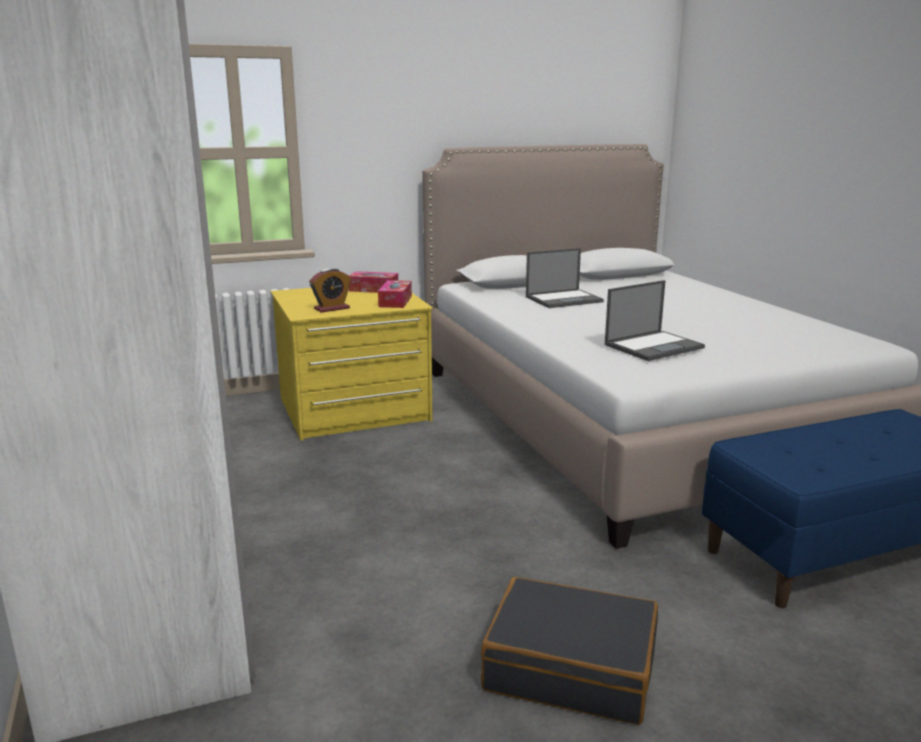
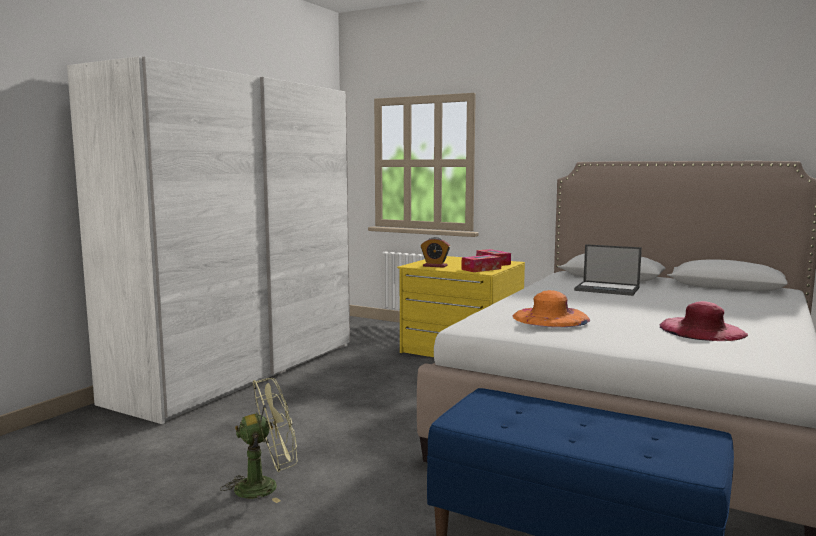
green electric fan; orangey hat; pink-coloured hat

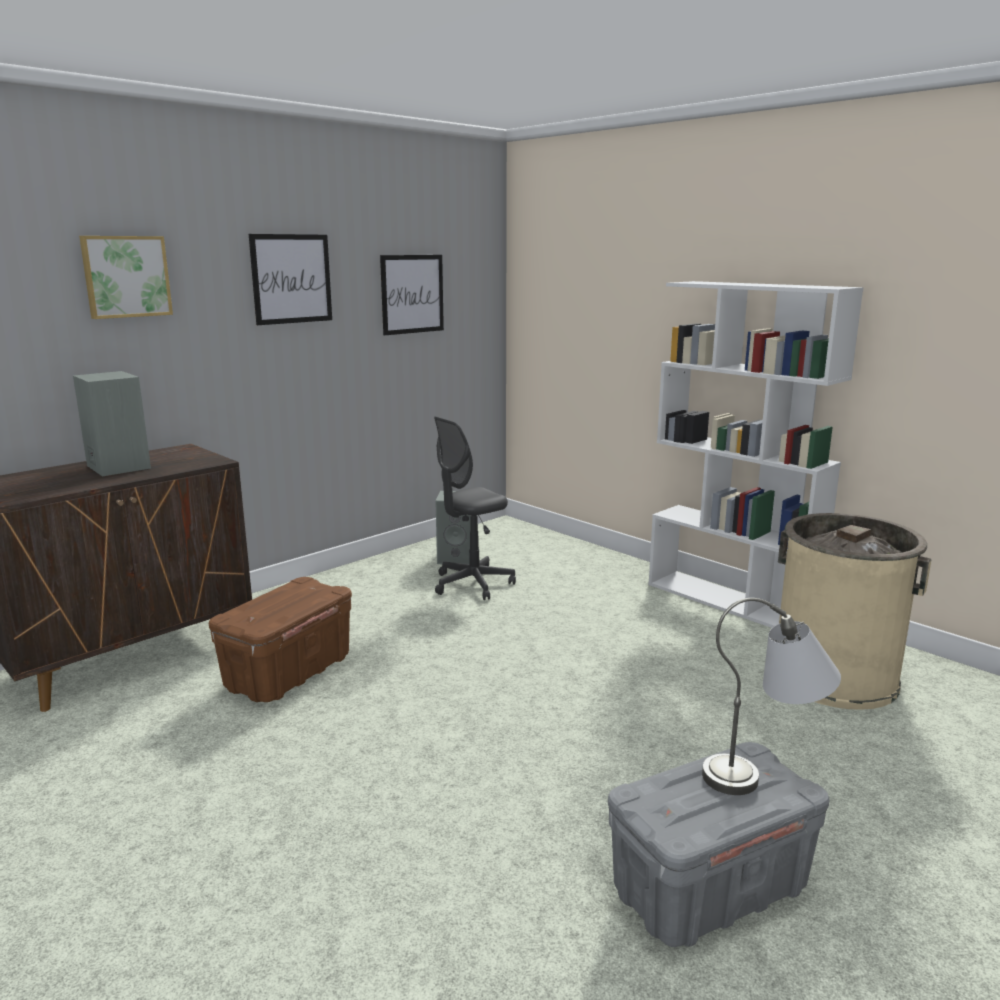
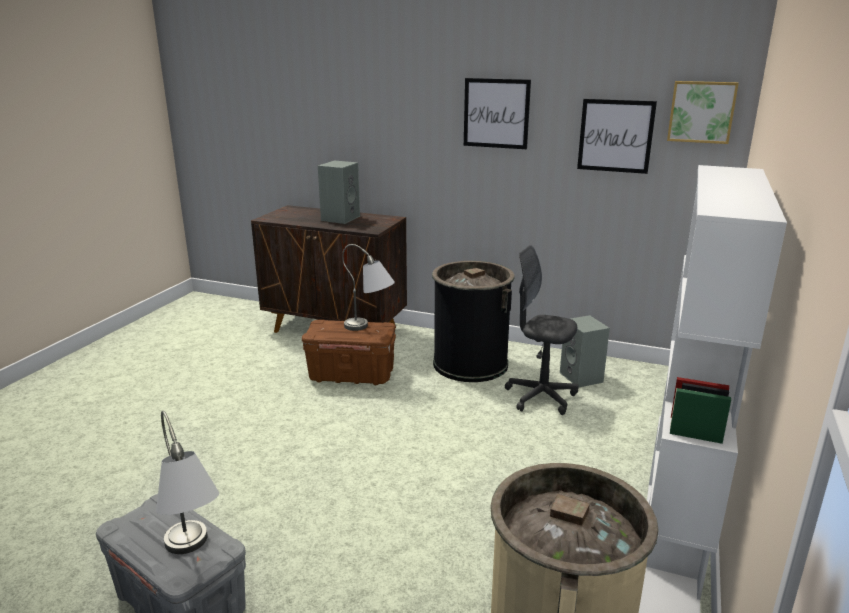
wall picture (no. 3 from left); grey table lamp (no. 2 from left); black-coloured waste bin

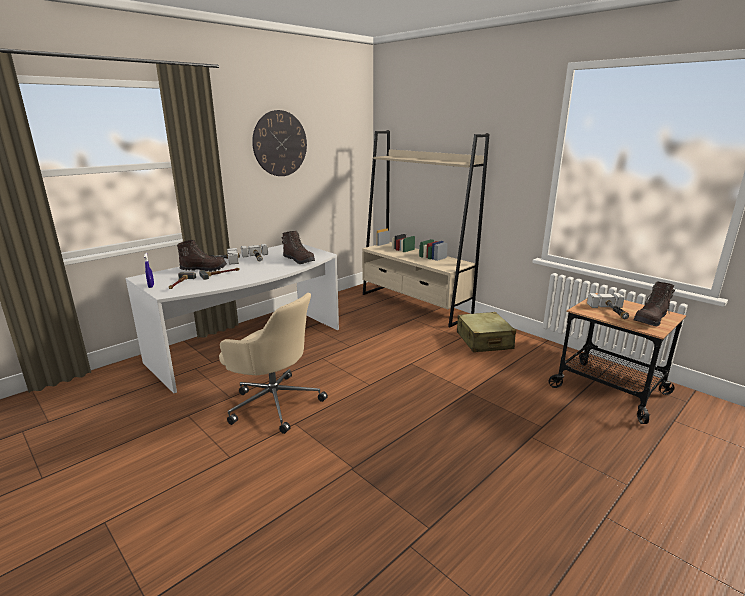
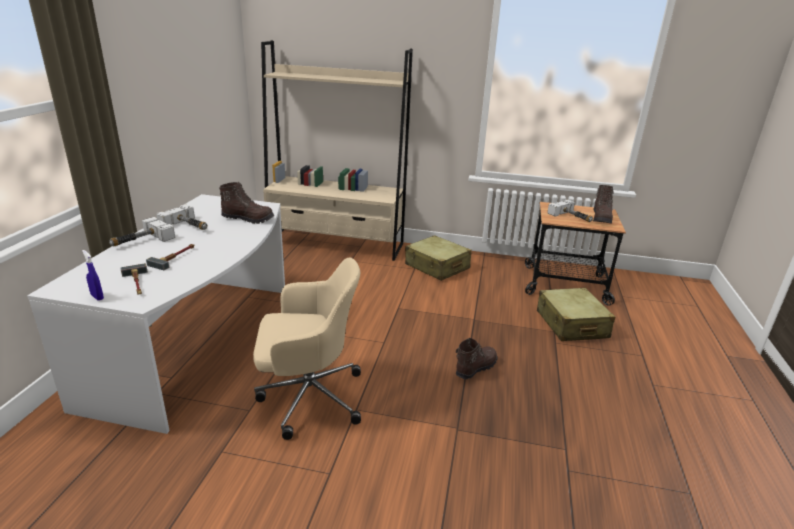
brownish high-top boot (no. 2 from left); hanging clock; beige-coloured piece of luggage (no. 2 from left)

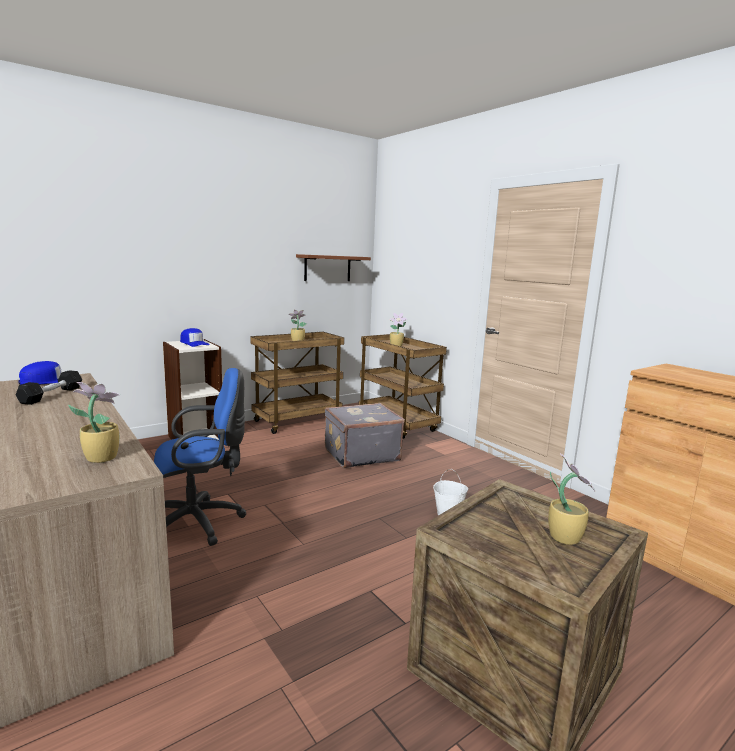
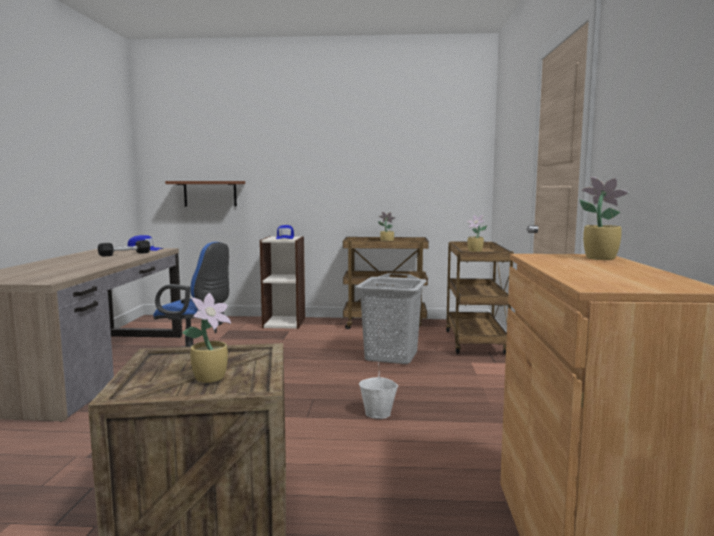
potted plant (no. 4 from left); brownish bracket shelf; grey laundry basket

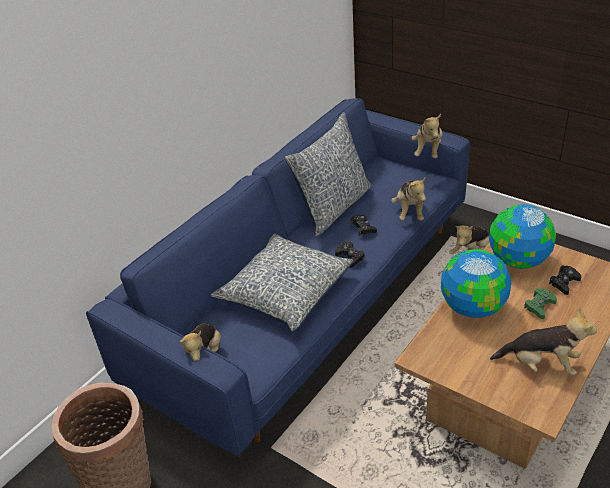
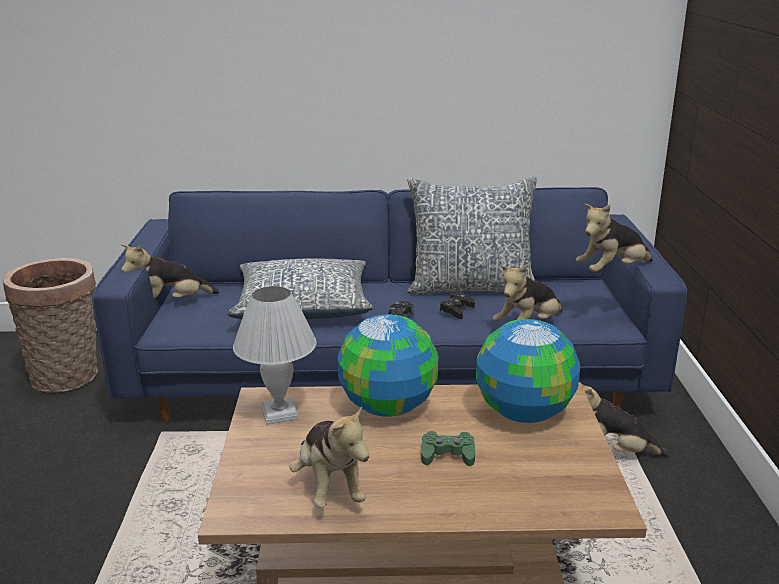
black-coloured gamepad (no. 3 from left in the first image); white-coloured table lamp

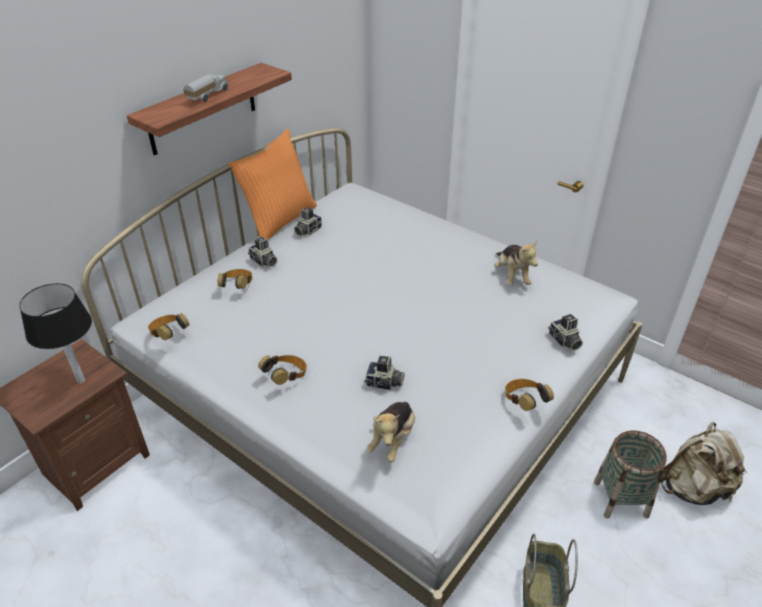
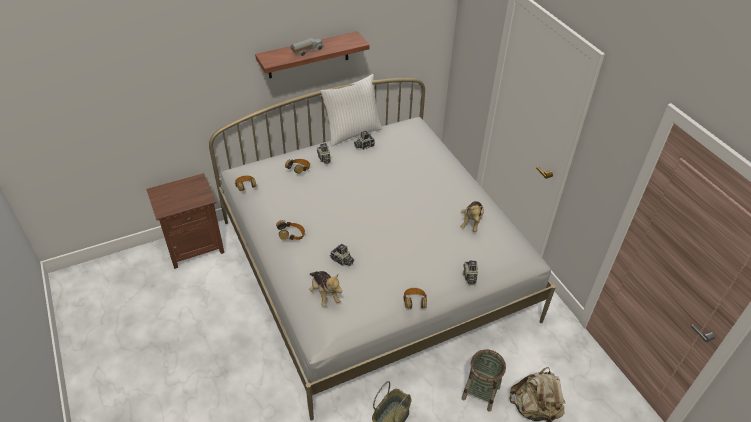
black-coloured table lamp; white-coloured throw pillow; plush toy (no. 1 from left)

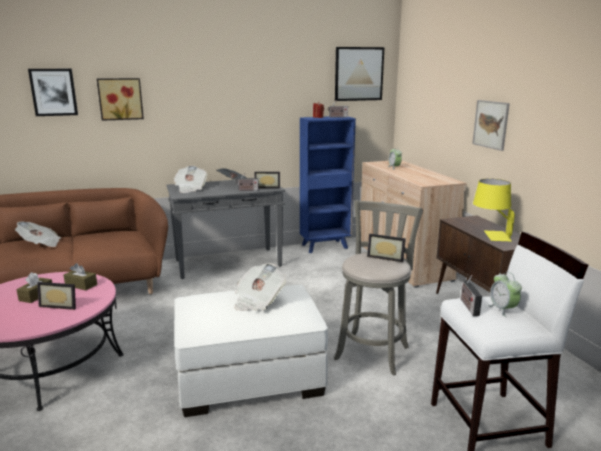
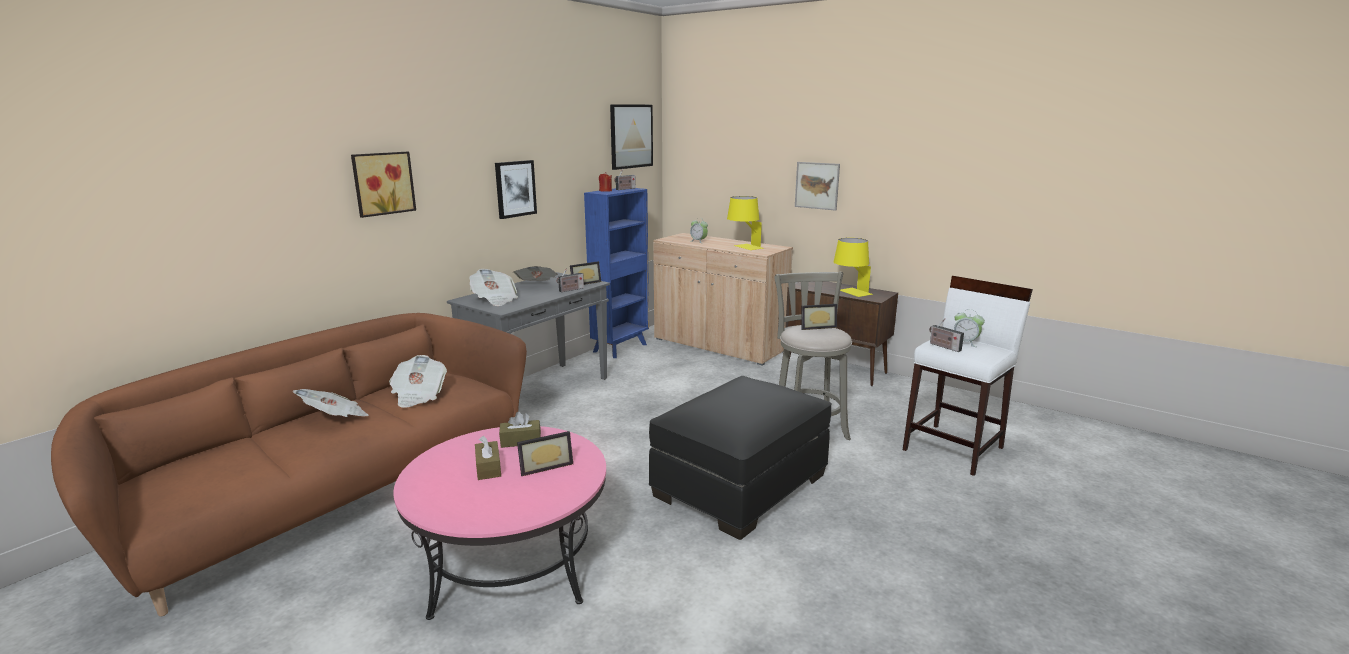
wall picture (no. 2 from left); black-coloured ottoman; newspaper (no. 2 from left); yellow-coloured table lamp (no. 1 from left)

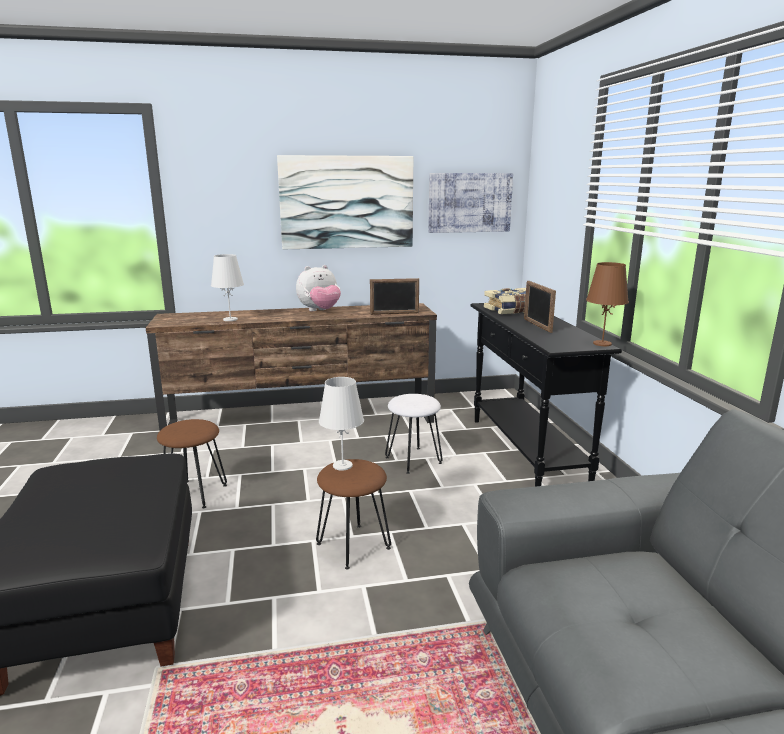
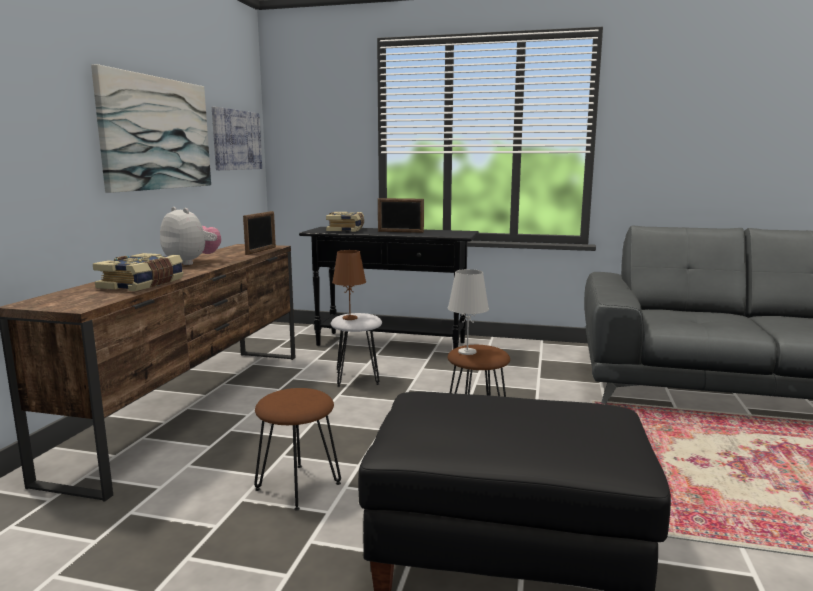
bound book (no. 1 from left); plush toy; brownish table lamp

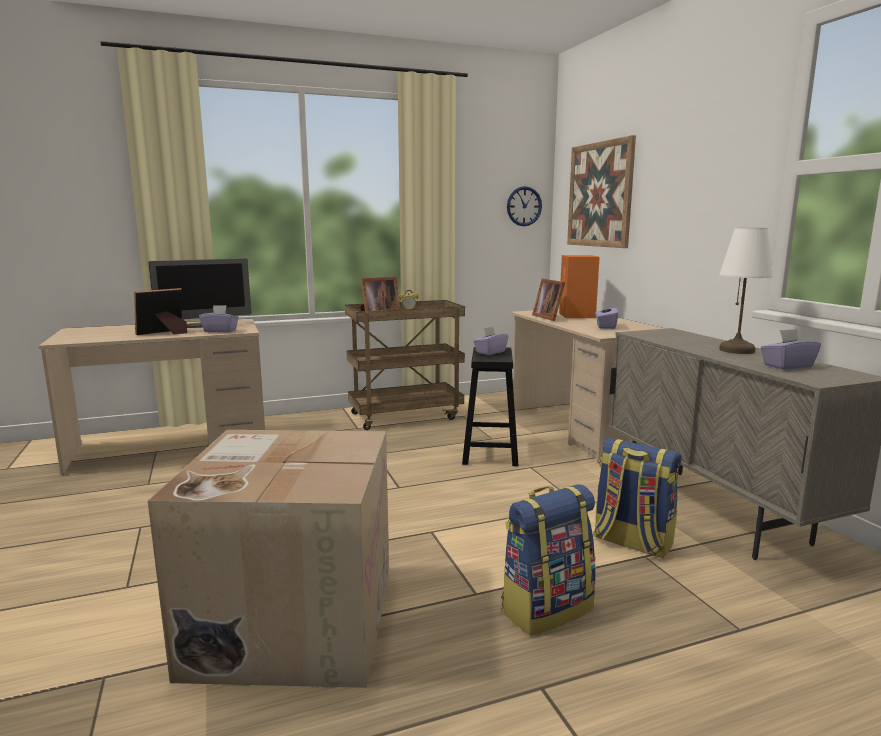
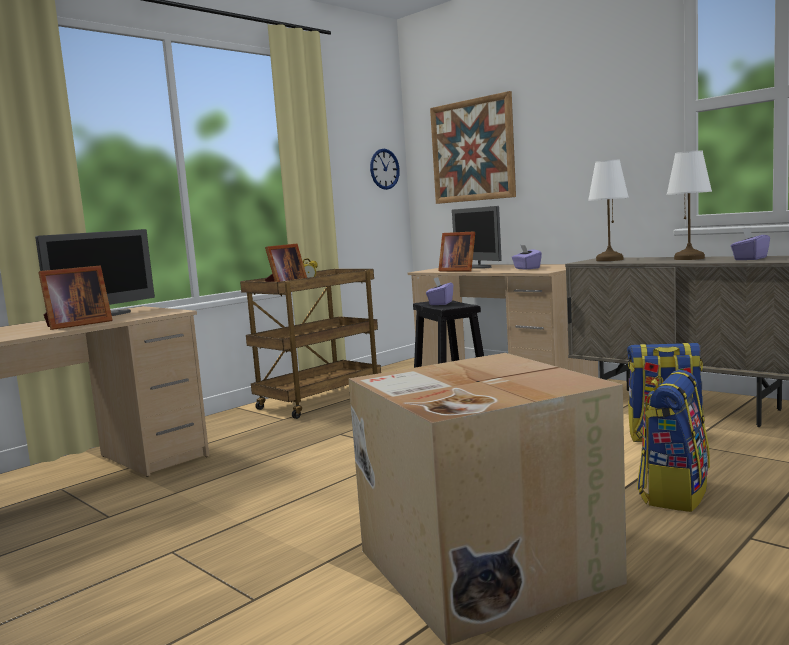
standing frame (no. 1 from left); purplish tissue holder (no. 1 from left in the first image); computer display (no. 2 from left); white-coloured table lamp (no. 1 from left)

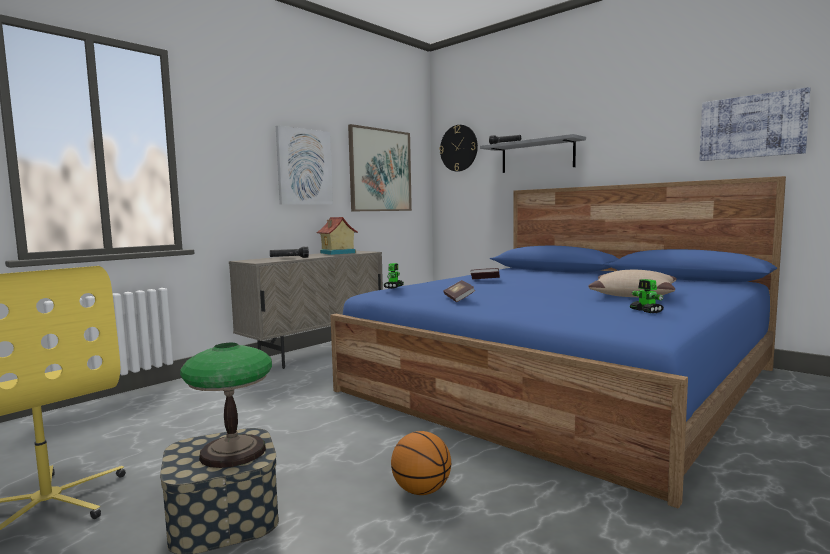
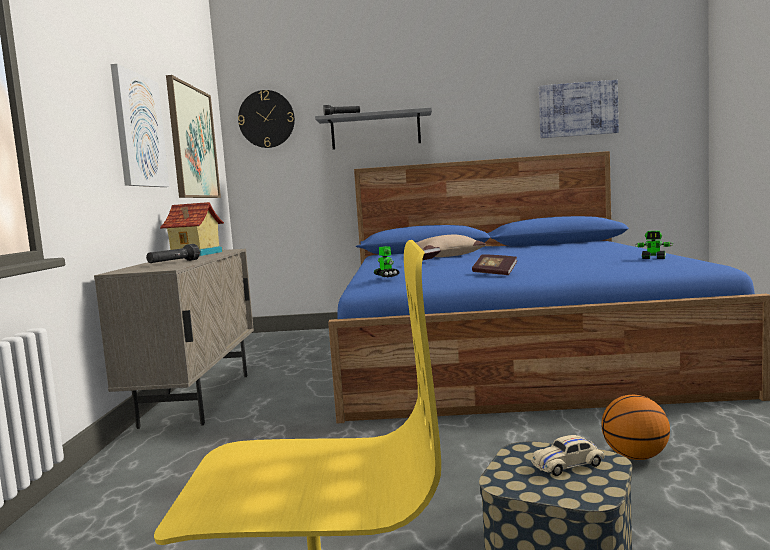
beige-coloured miniature car; beige-coloured throw pillow

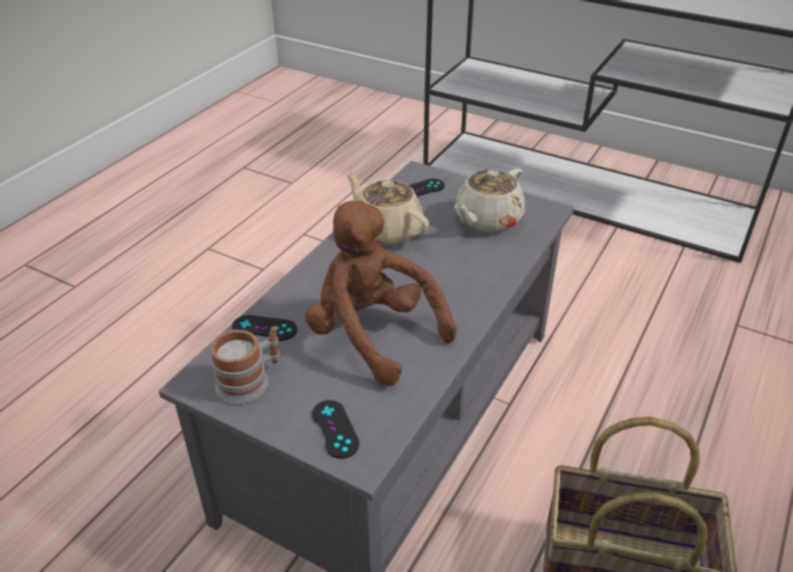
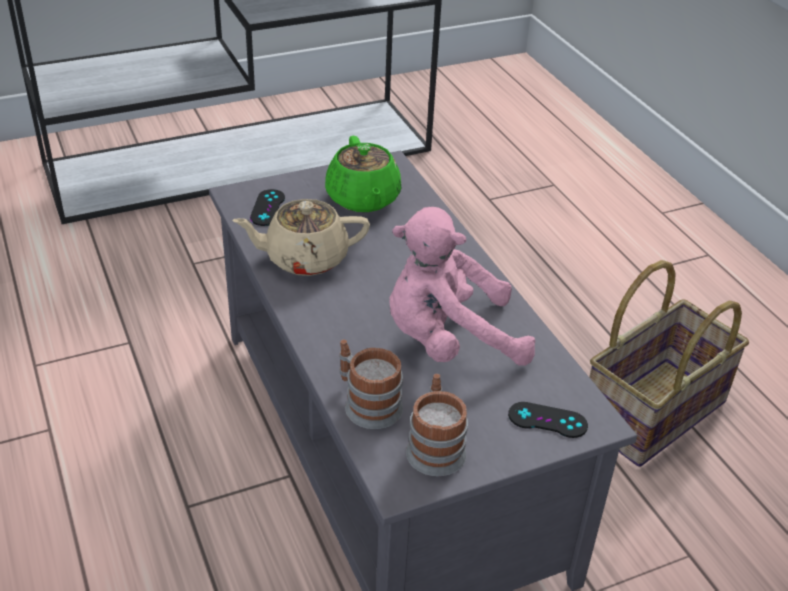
coffee mug (no. 1 from left); pink-coloured plush toy; green tea pot

